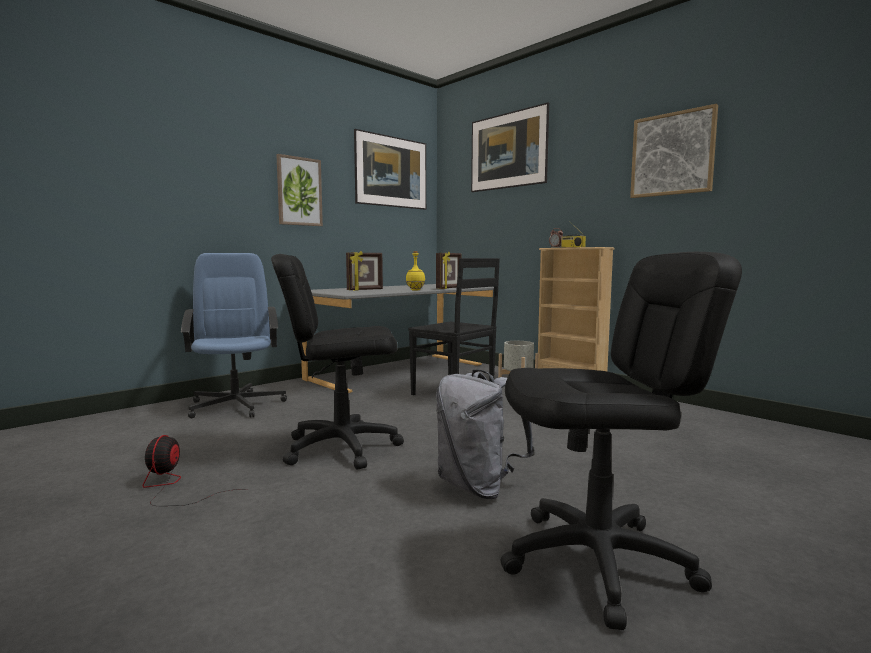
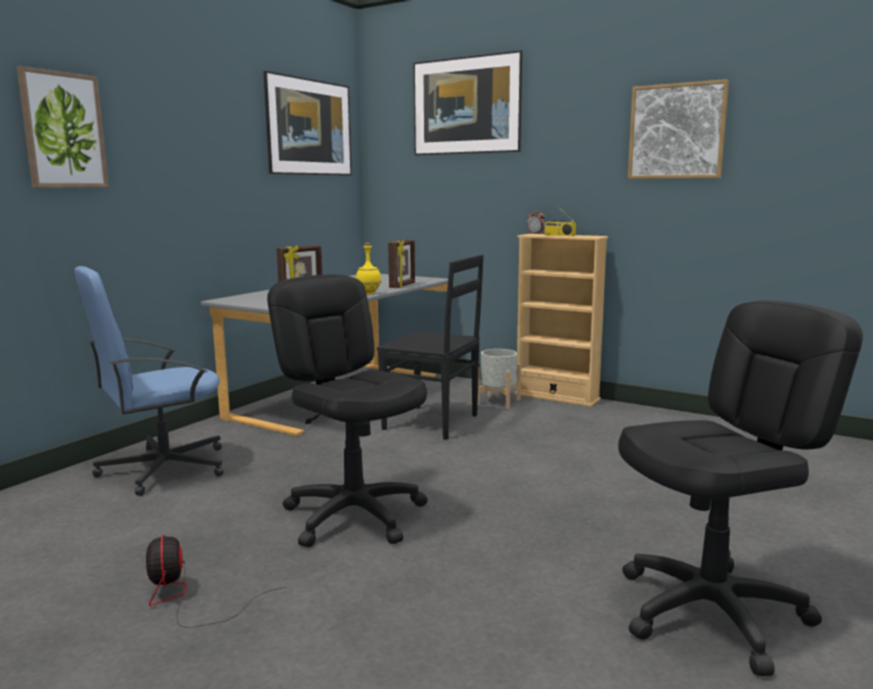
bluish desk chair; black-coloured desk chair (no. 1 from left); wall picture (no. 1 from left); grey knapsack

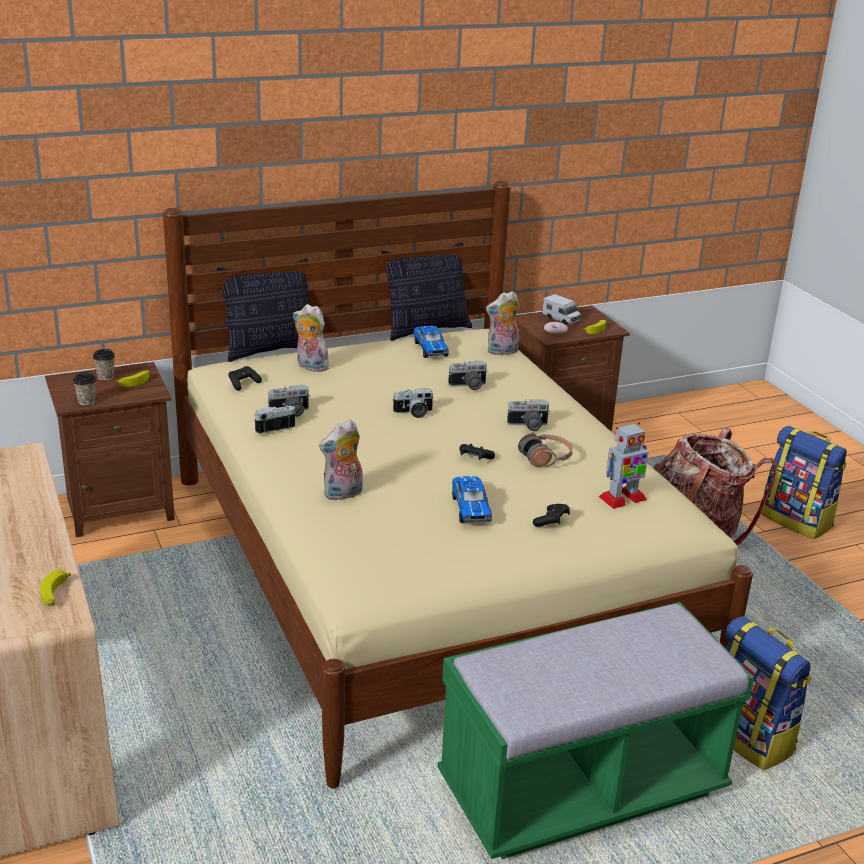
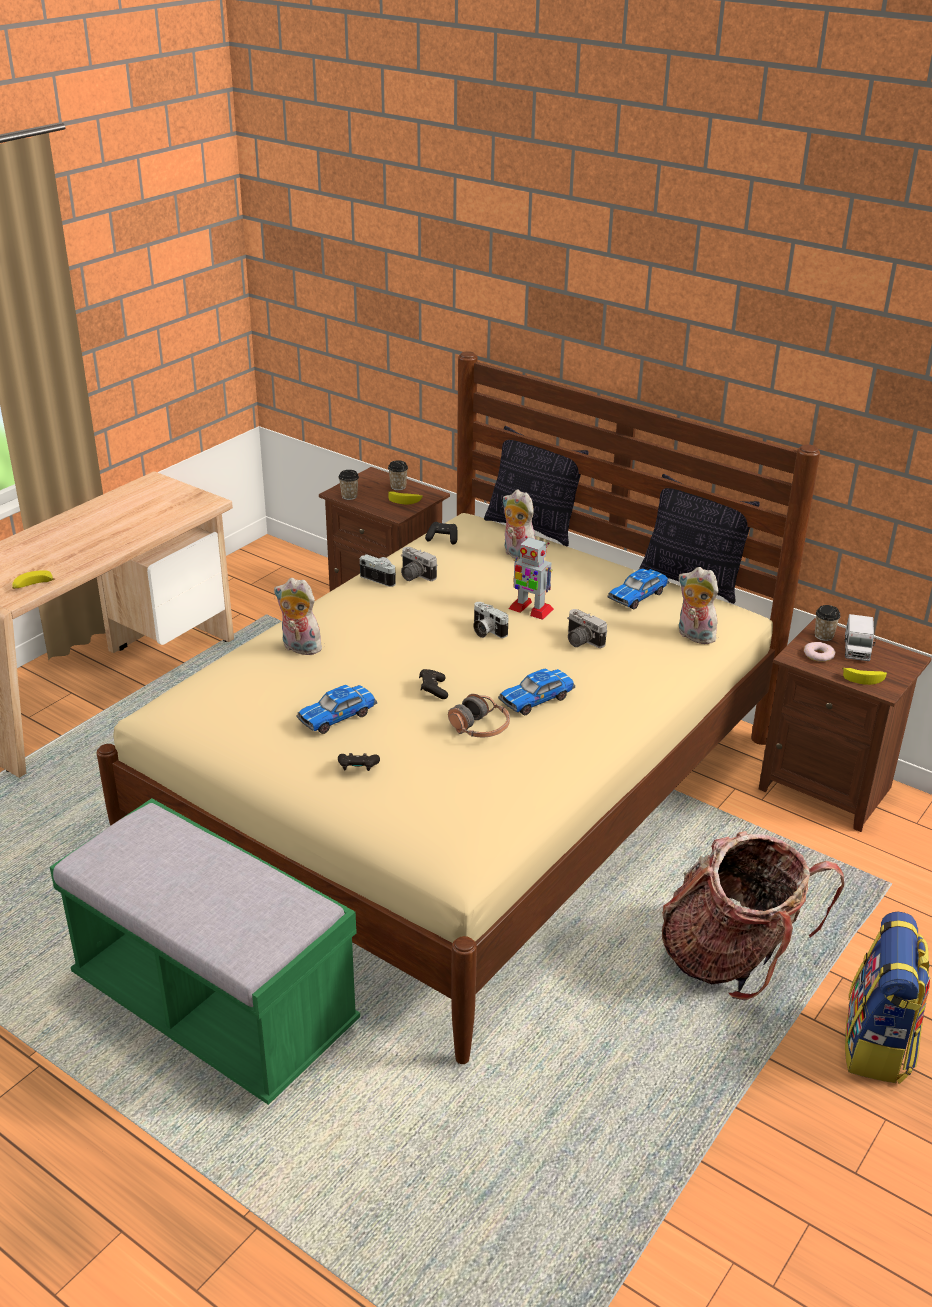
plush toy (no. 2 from left); miniature car (no. 2 from left); toy robot; knapsack (no. 2 from left in the first image); cup (no. 3 from left)

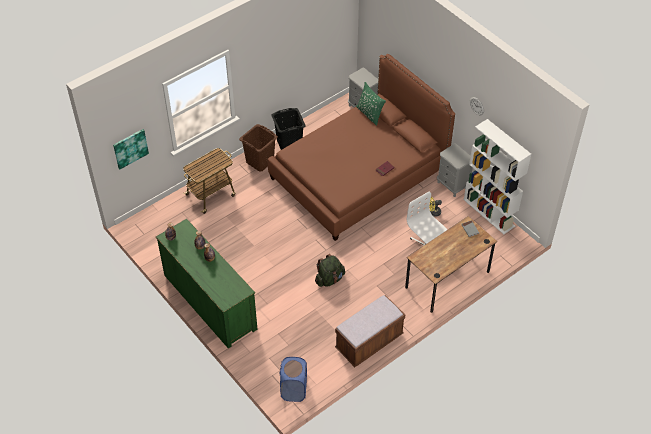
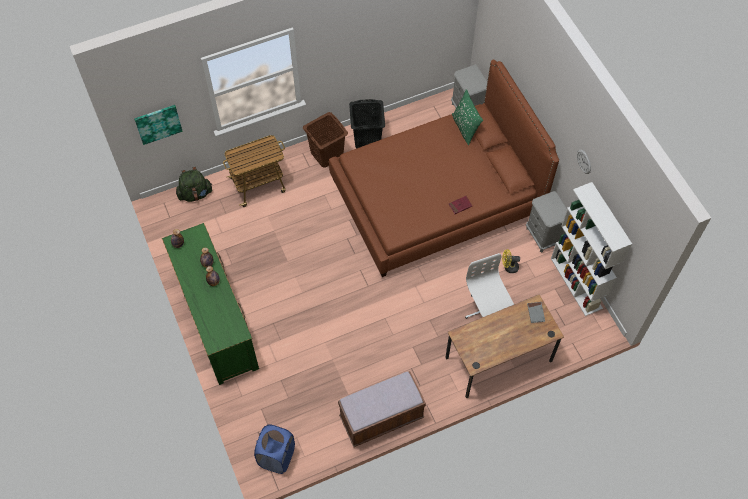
green knapsack

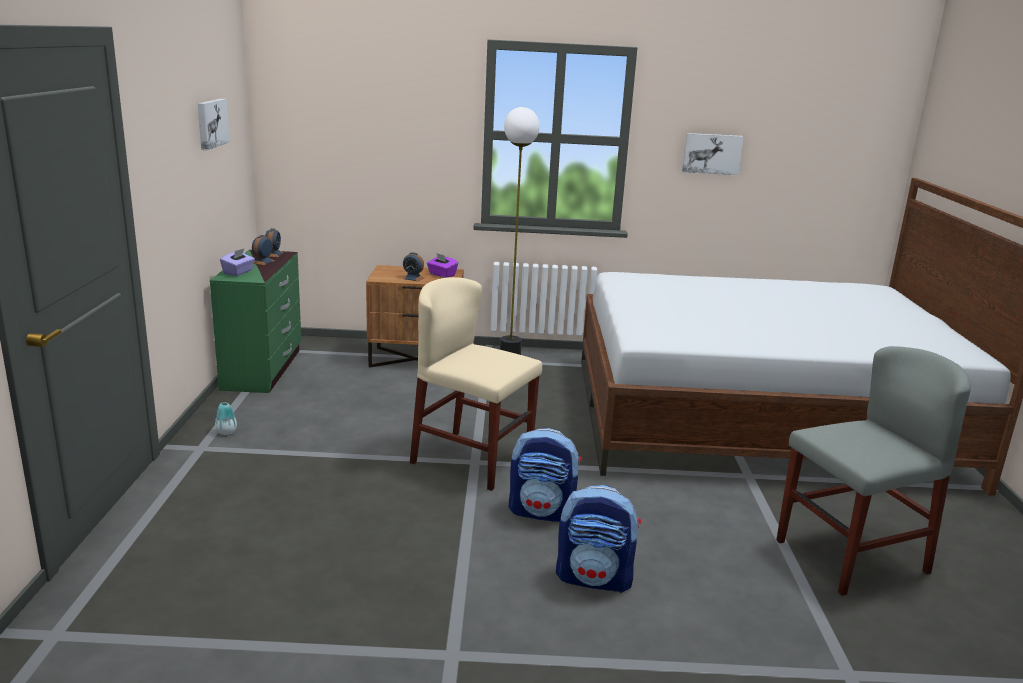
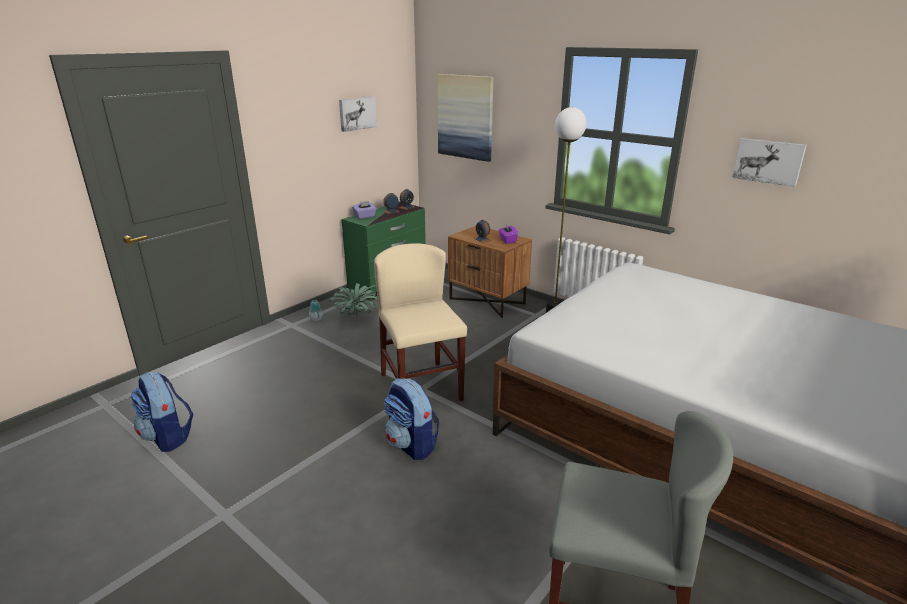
knapsack (no. 1 from left); potted plant; wall picture (no. 2 from left)

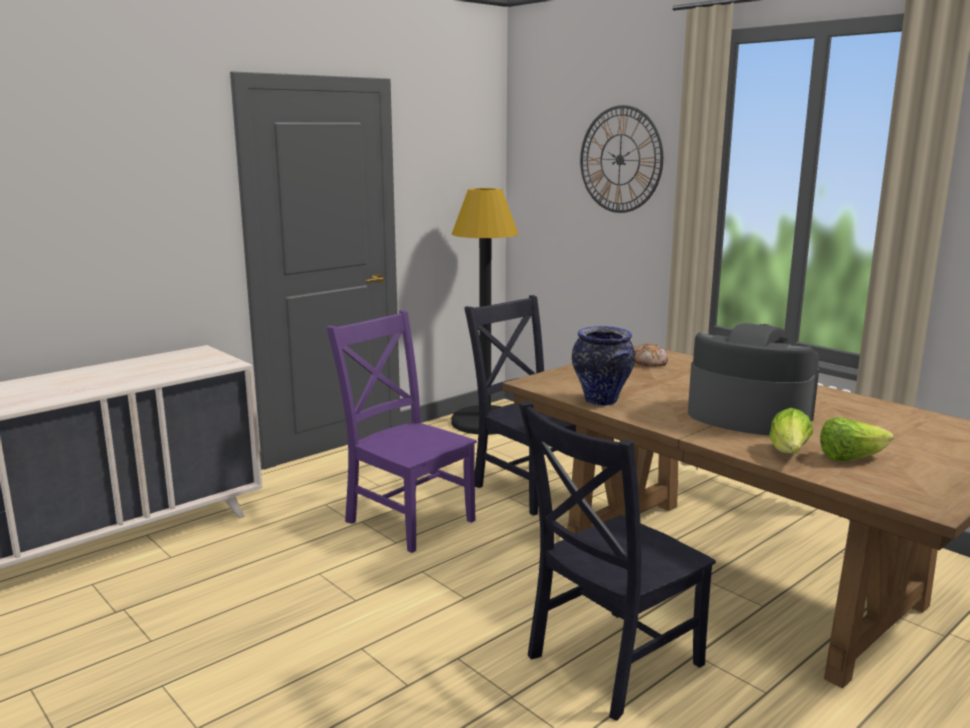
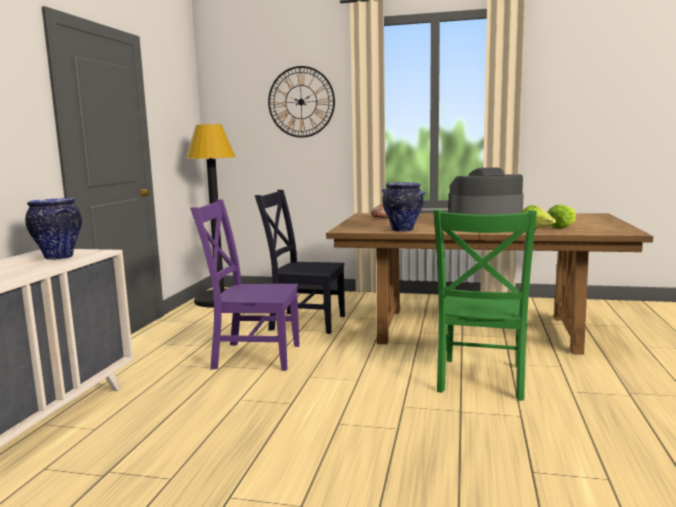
green plain chair; flower vase (no. 1 from left)

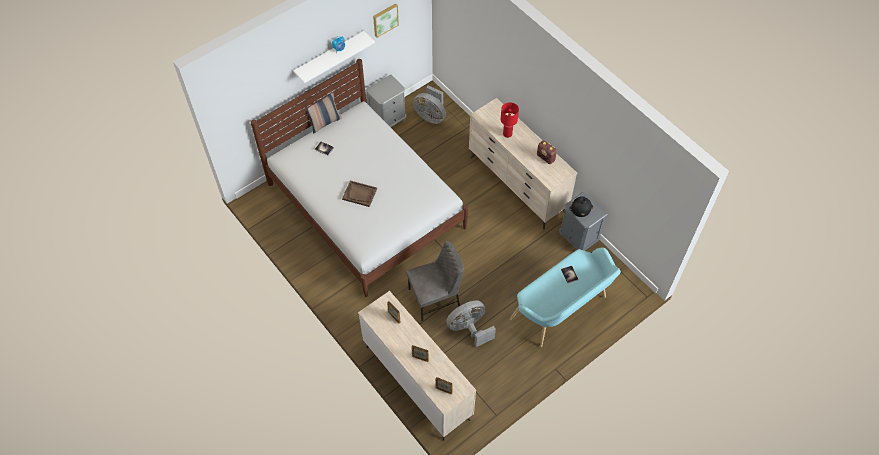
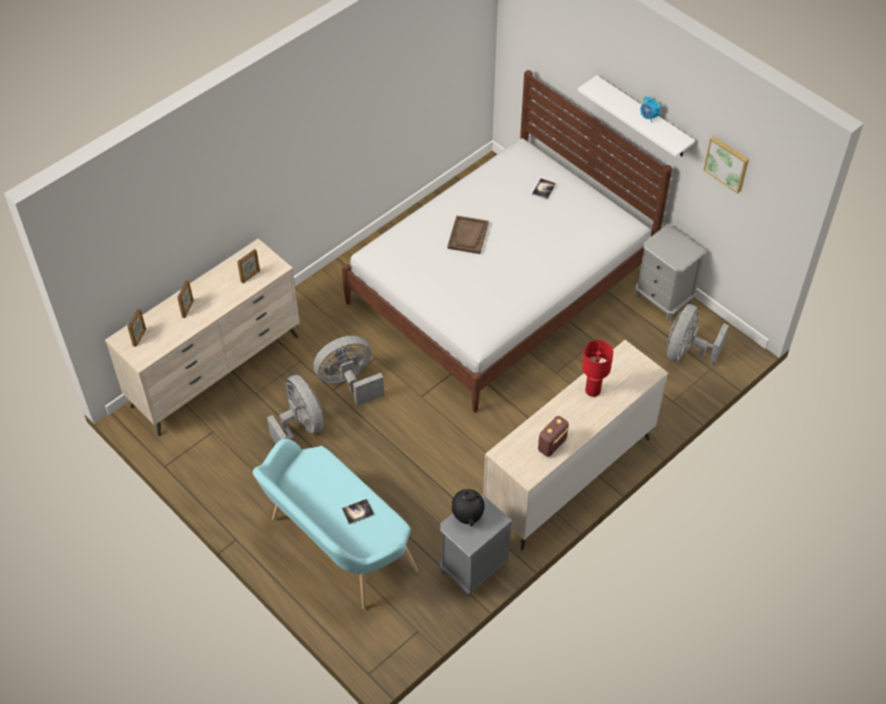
throw pillow; grey electric fan (no. 2 from left)

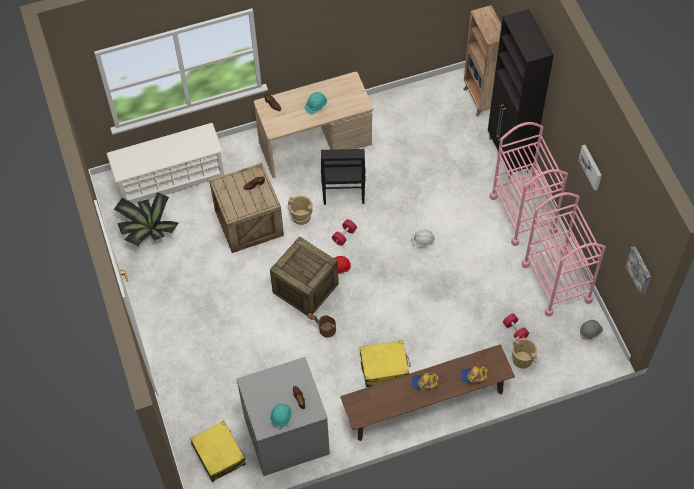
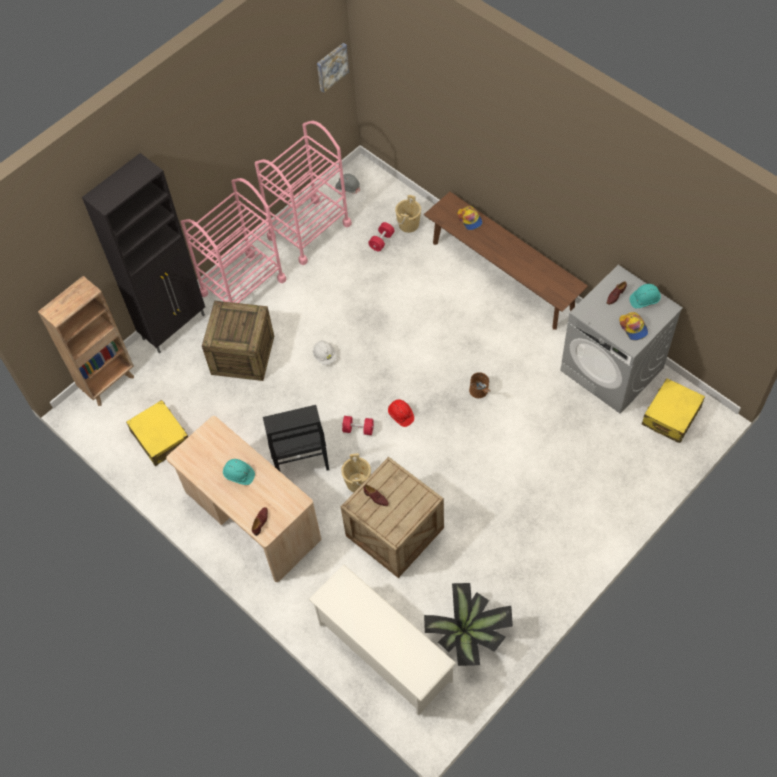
crate (no. 1 from left); black-coloured plain chair; yellow-coloured piece of luggage (no. 1 from left); cap (no. 2 from left); wall picture (no. 1 from left in the first image)

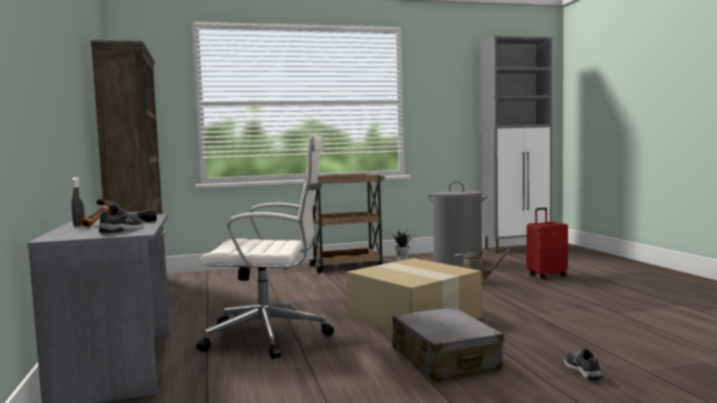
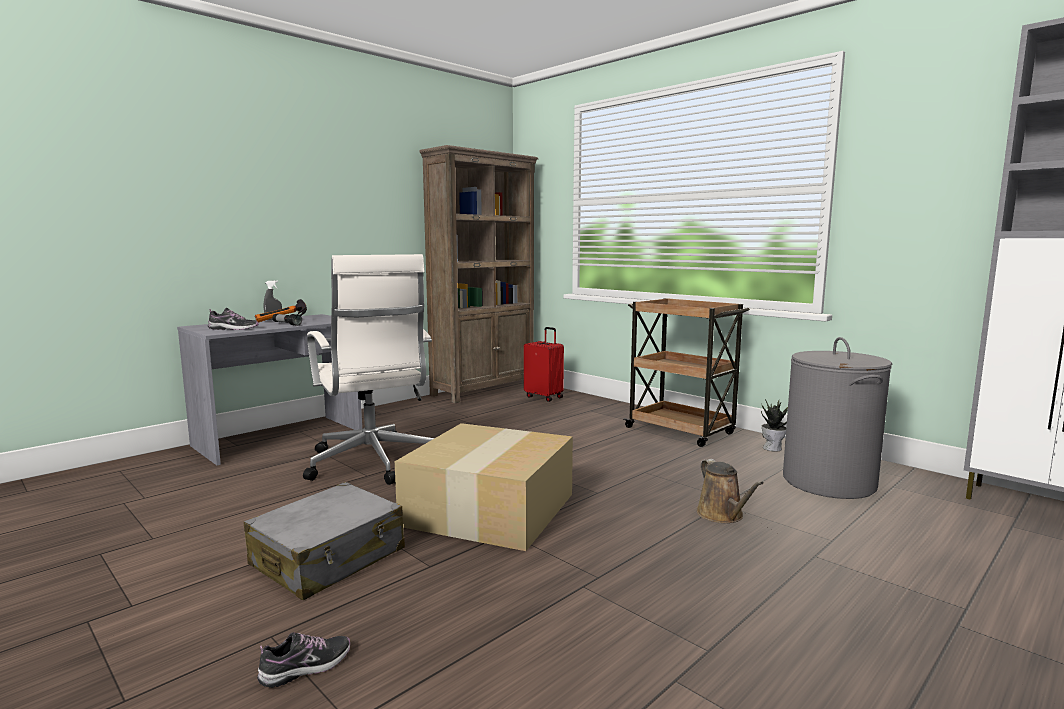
red-coloured piece of luggage

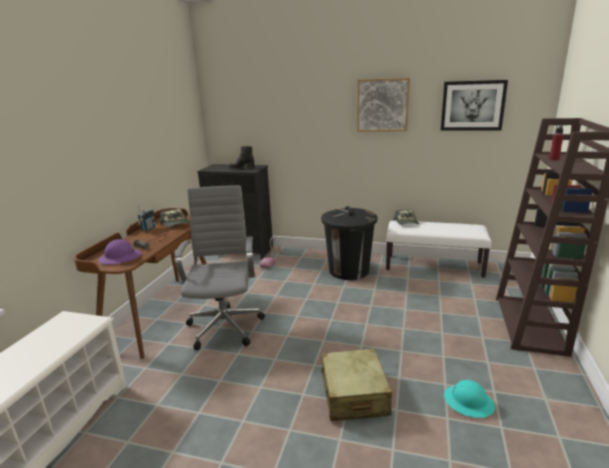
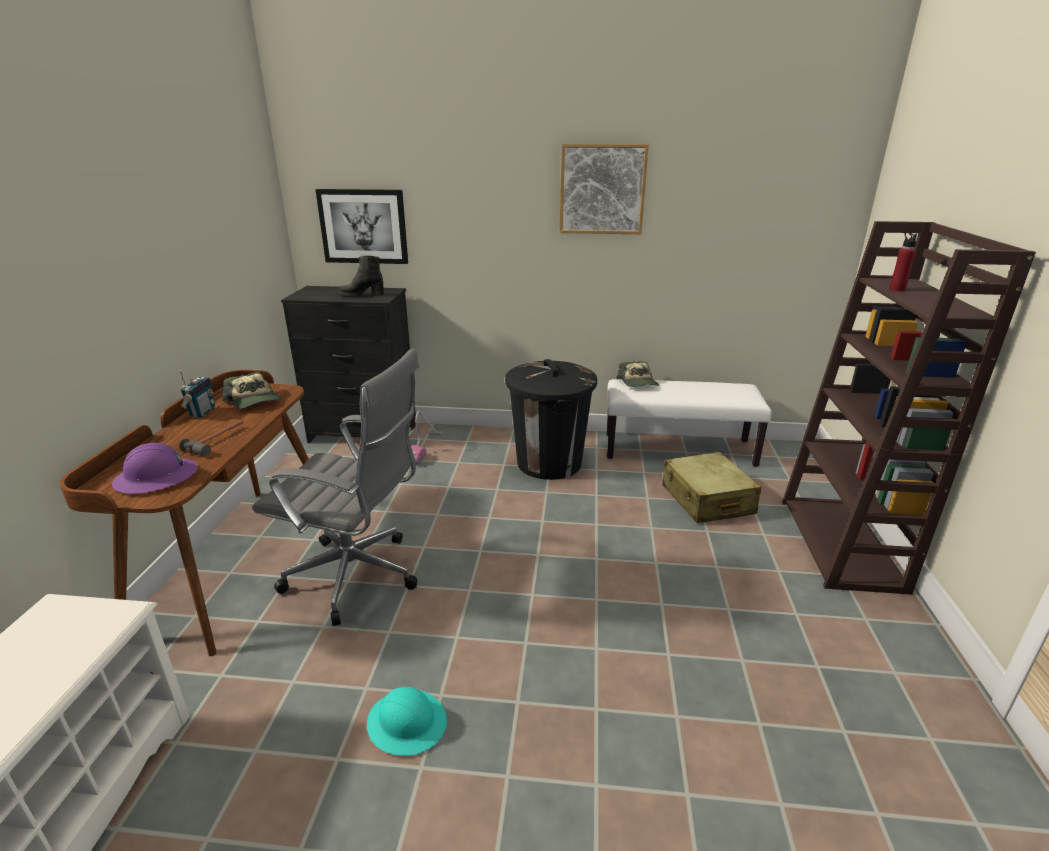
grey desk chair; beige-coloured piece of luggage; wall picture (no. 1 from left); blue-green work helmet

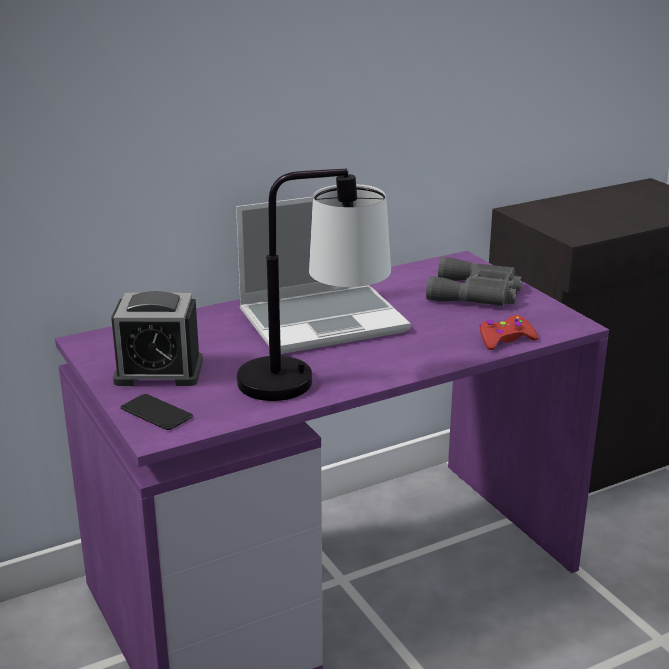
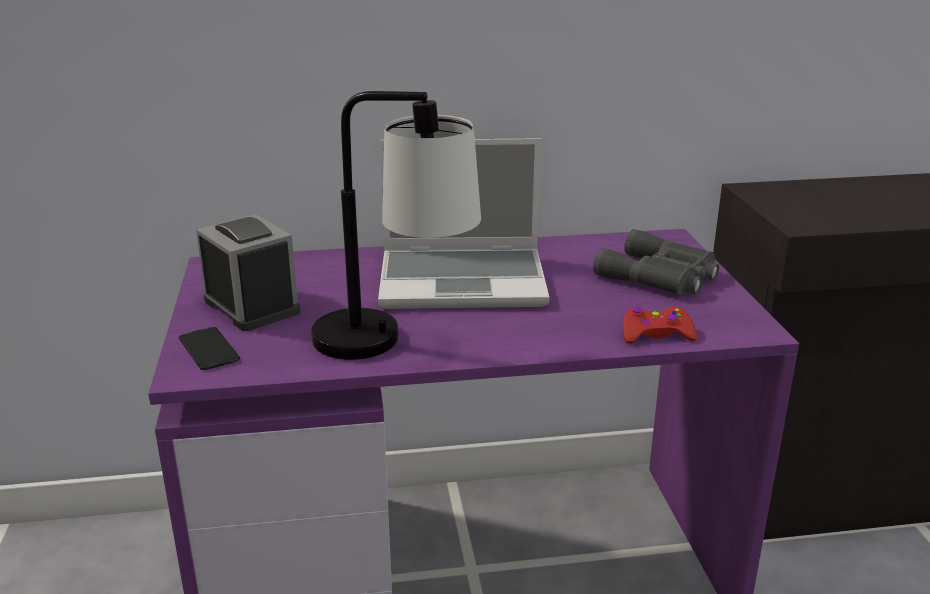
table clock

